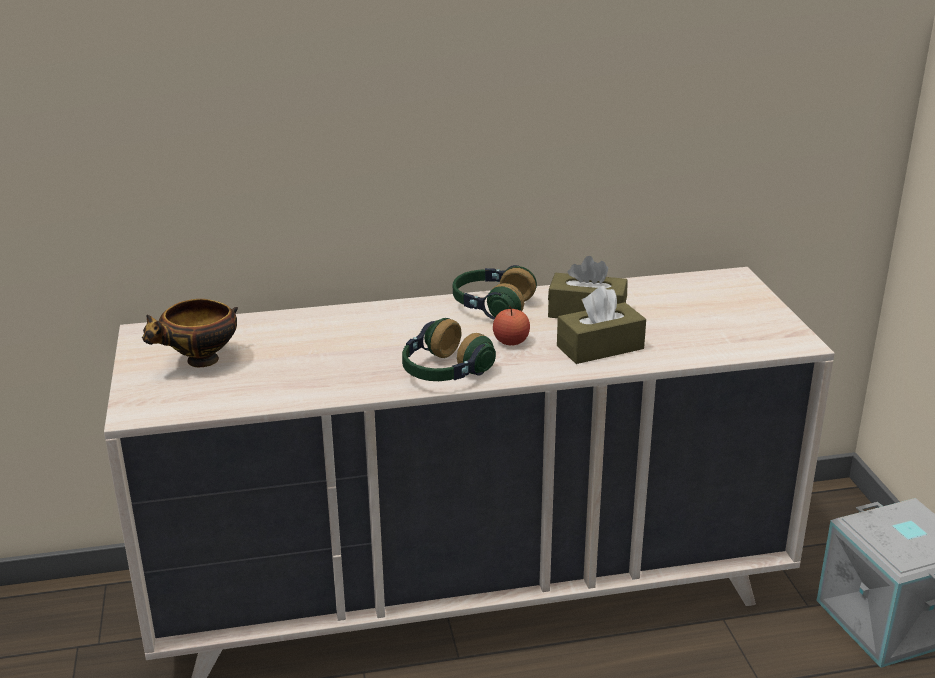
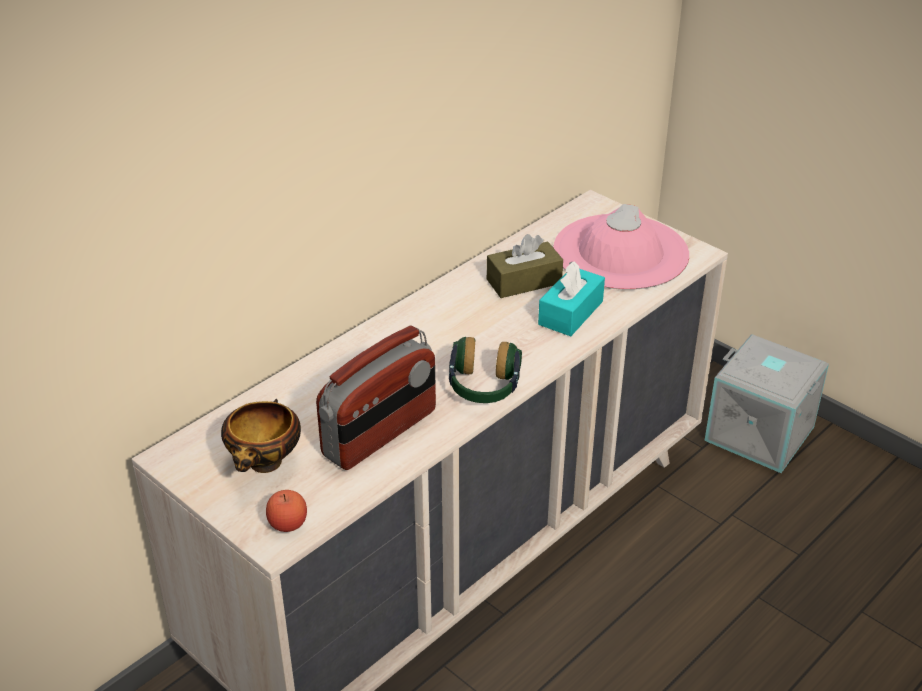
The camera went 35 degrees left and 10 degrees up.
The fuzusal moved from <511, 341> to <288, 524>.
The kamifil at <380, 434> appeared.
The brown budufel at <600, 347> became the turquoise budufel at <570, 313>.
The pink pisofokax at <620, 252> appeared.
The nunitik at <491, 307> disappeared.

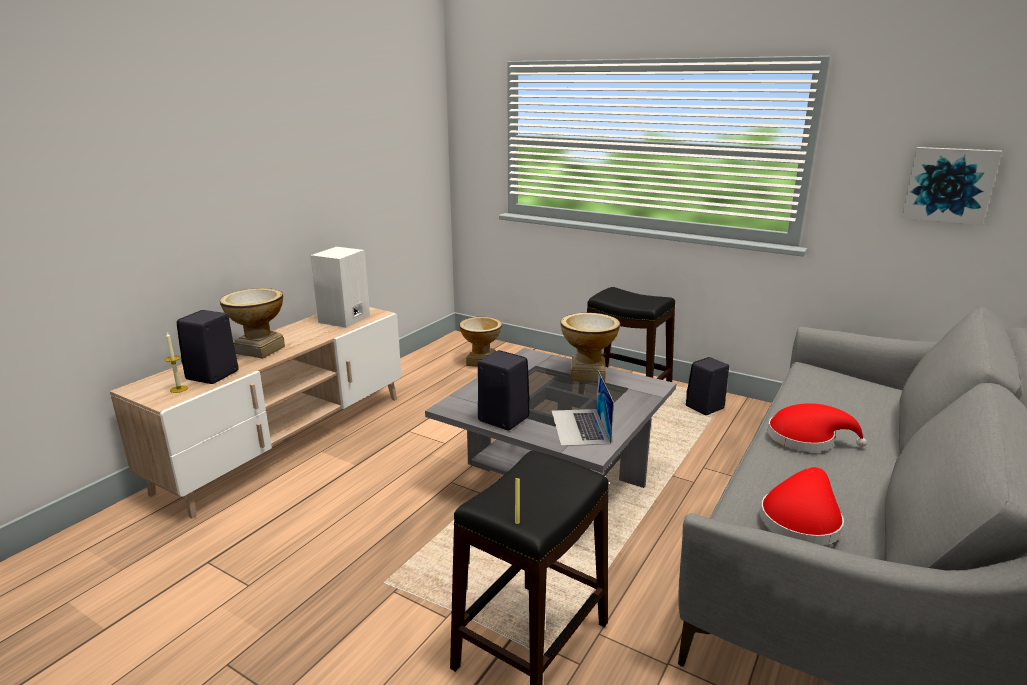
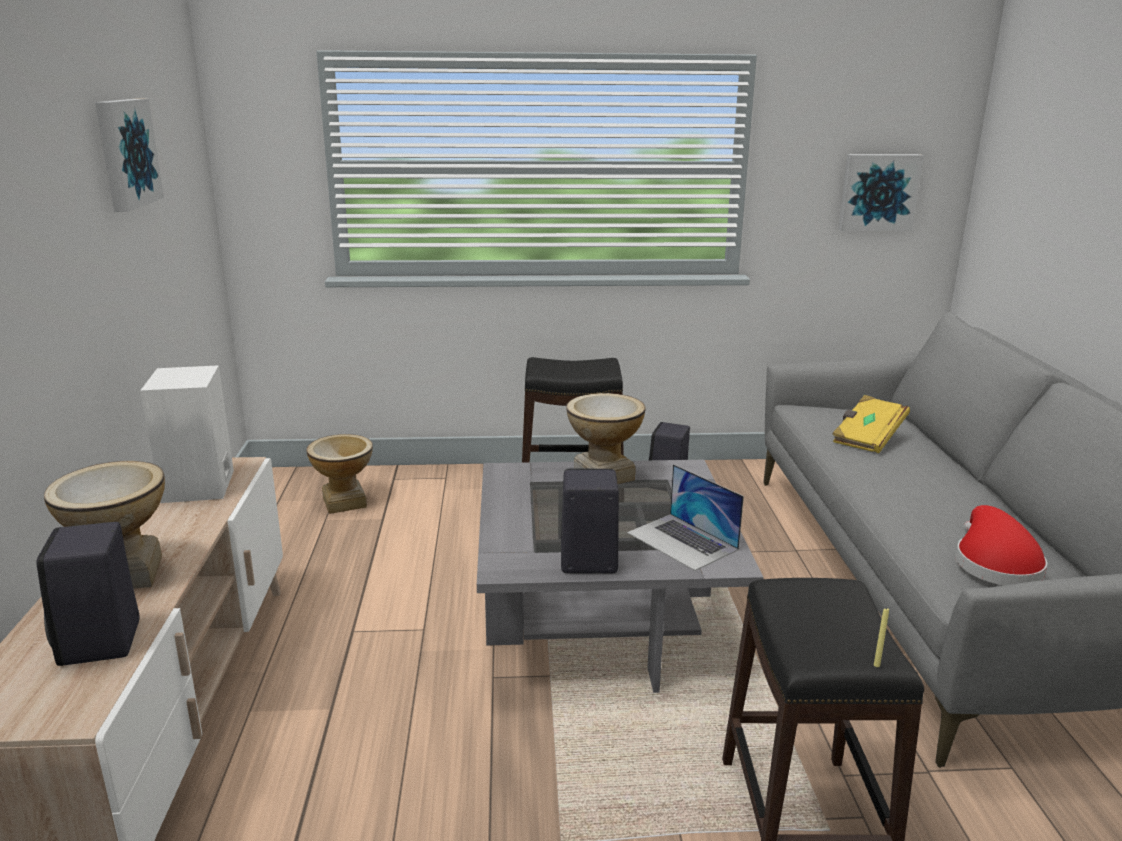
The camera went 35 degrees left and 0 degrees up.
The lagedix at <125, 153> appeared.
The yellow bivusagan at <867, 438> appeared.
The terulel at <179, 389> disappeared.
The red pisofokax at <806, 439> disappeared.

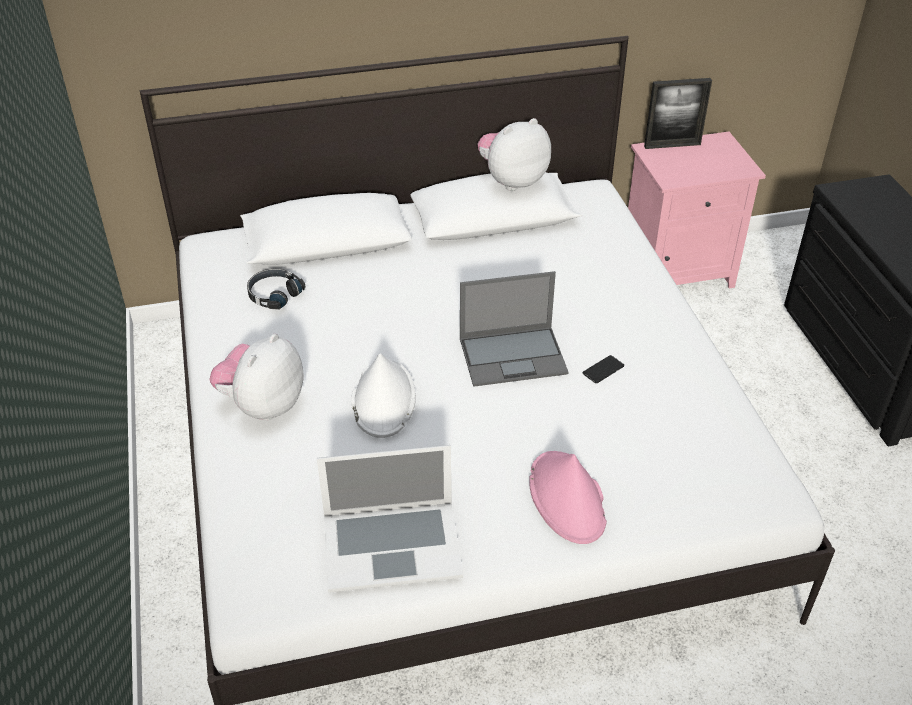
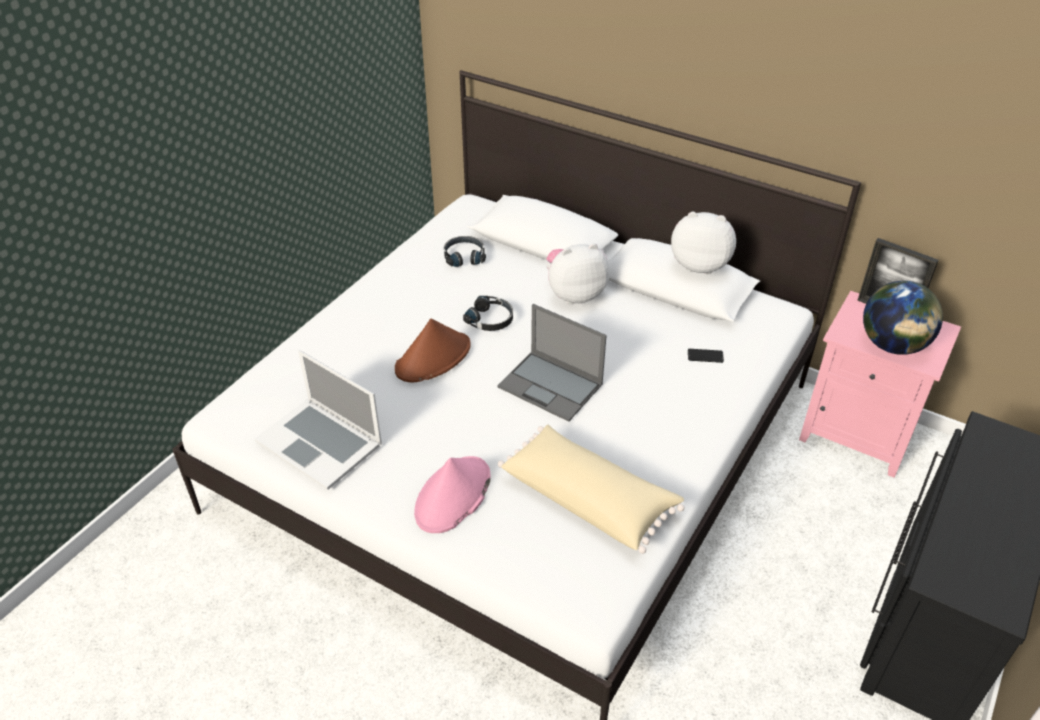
The camera went 45 degrees right and 0 degrees up.
The white pisofokax at <383, 399> became the brown pisofokax at <433, 358>.
The black nunitik at <490, 319> appeared.
The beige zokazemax at <589, 498> appeared.
The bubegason moved from <263, 405> to <574, 294>.
The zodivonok moved from <603, 370> to <705, 356>.
The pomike at <893, 345> appeared.

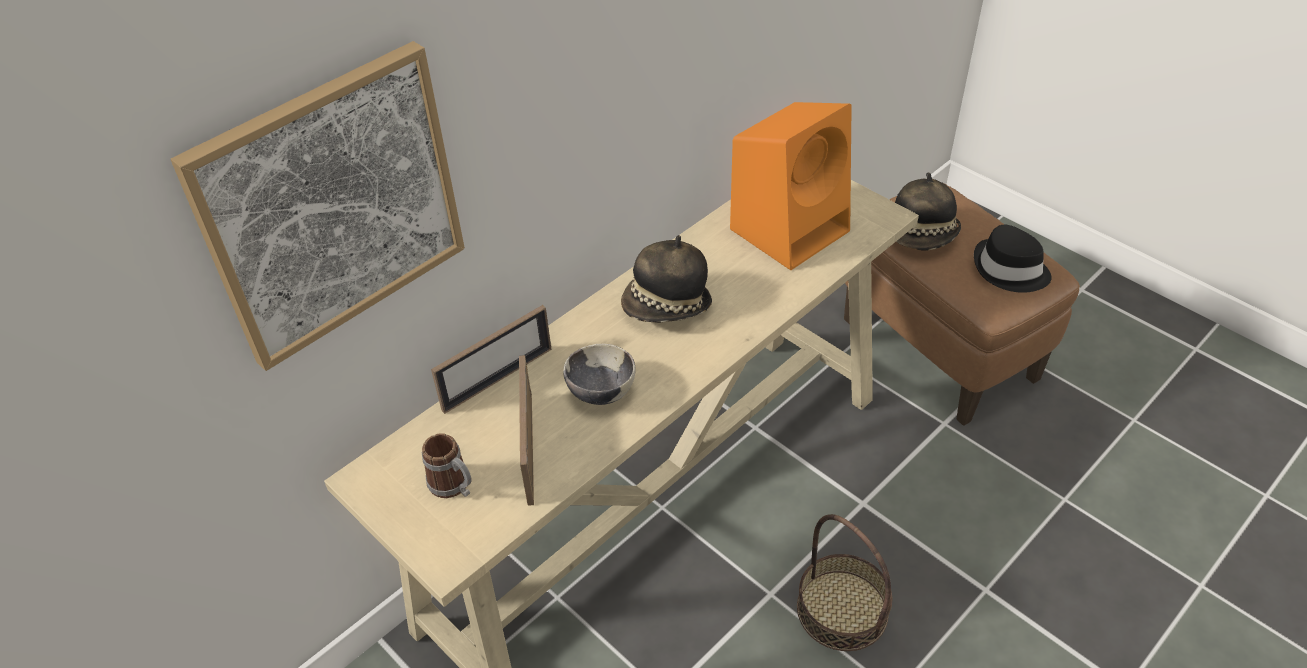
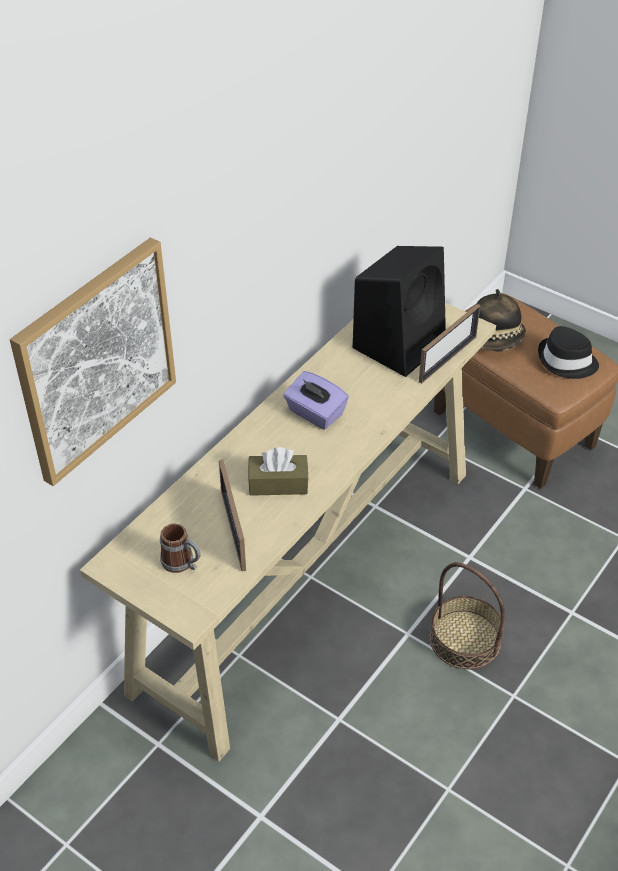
The camera went 10 degrees left and 0 degrees up.
The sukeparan at <601, 392> was replaced by the brown budufel at <278, 483>.
The pisofokax at <667, 307> was replaced by the purple budufel at <315, 413>.
The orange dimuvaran at <791, 228> became the black dimuvaran at <400, 343>.
The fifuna moved from <497, 379> to <447, 359>.

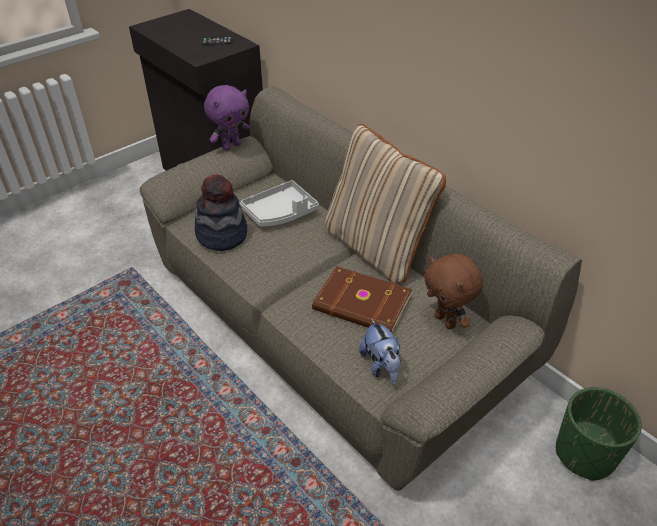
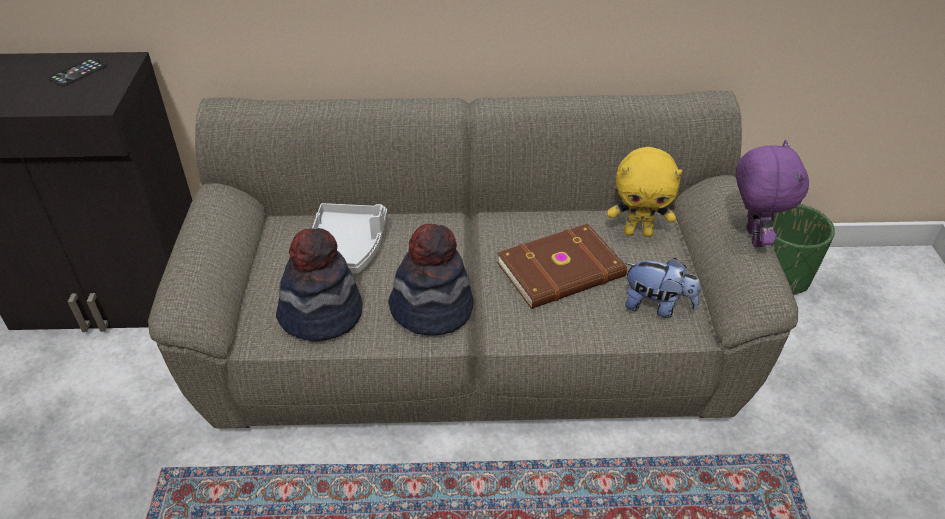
The camera went 50 degrees left and 0 degrees up.
The pisofokax at <432, 309> appeared.
The brown bubegason at <446, 321> became the yellow bubegason at <638, 232>.
The purple bubegason moved from <231, 146> to <752, 237>.
The beige zokazemax at <377, 247> disappeared.

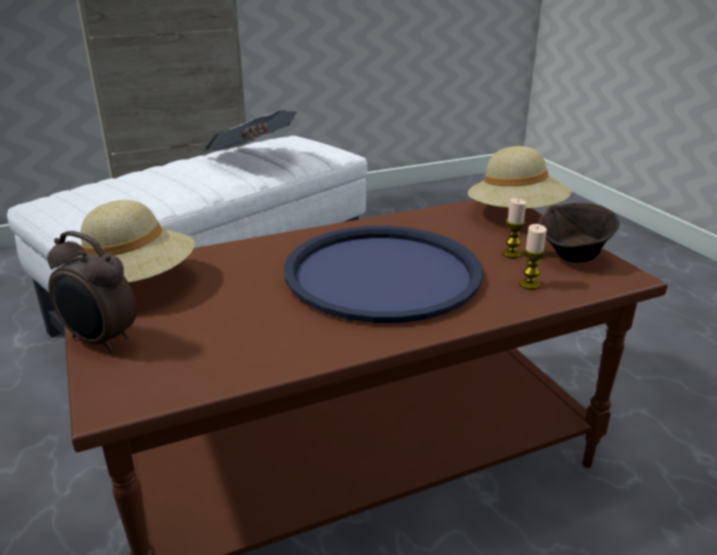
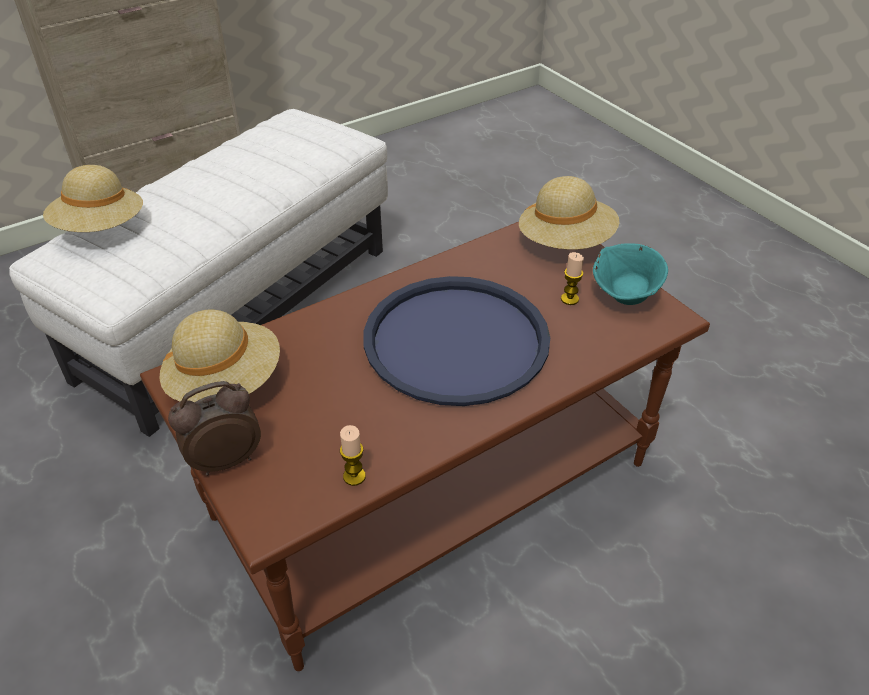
The camera went 10 degrees left and 15 degrees up.
The beige pisofokax at <100, 228> appeared.
The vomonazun at <100, 341> turned 135 degrees clockwise.
The terulel moved from <529, 284> to <354, 476>.
The brown sukeparan at <573, 256> became the turquoise sukeparan at <625, 296>.
The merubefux at <251, 157> disappeared.

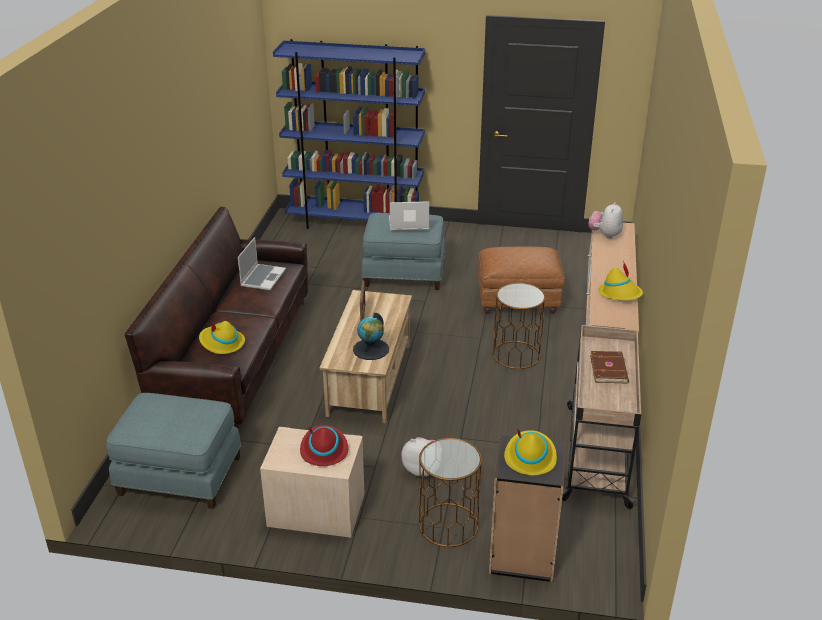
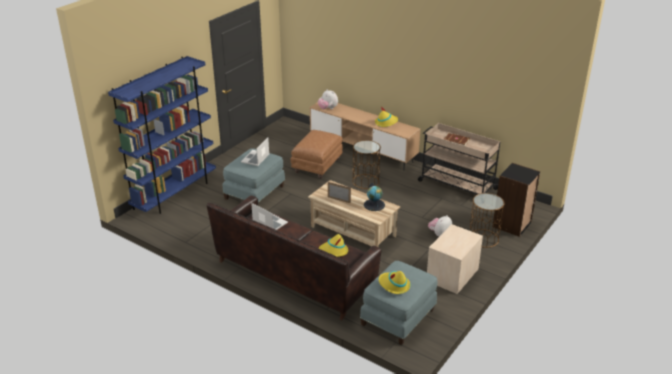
The camera went 65 degrees left and 0 degrees up.
The yellow pisofokax moved from <530, 457> to <394, 285>.
The red pisofokax at <323, 449> disappeared.

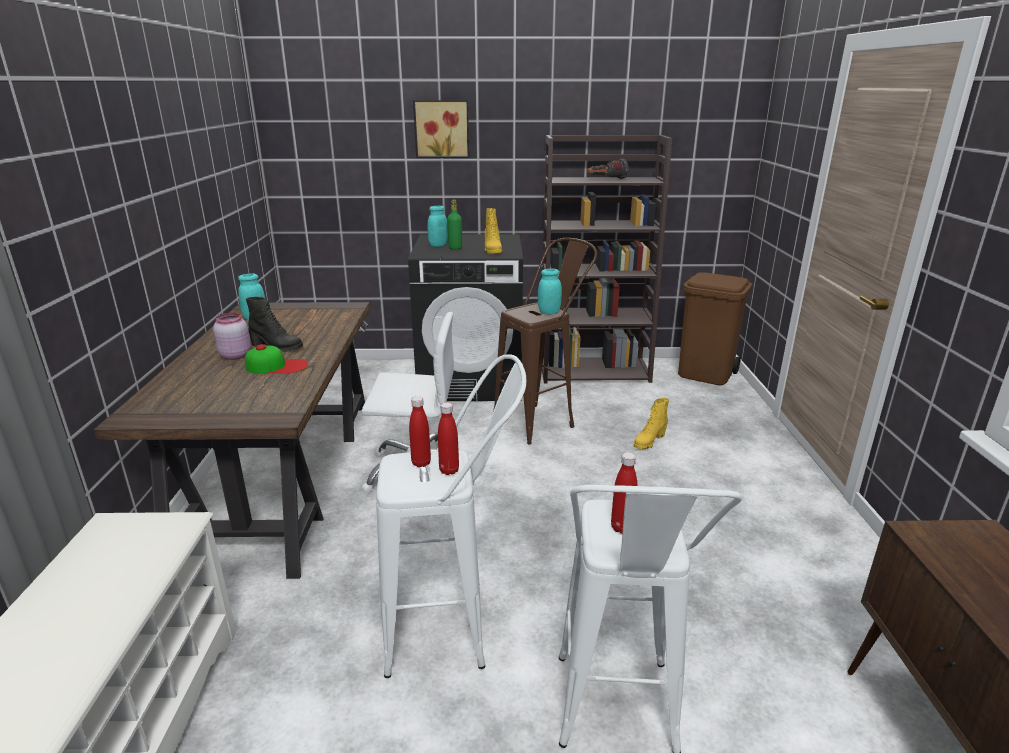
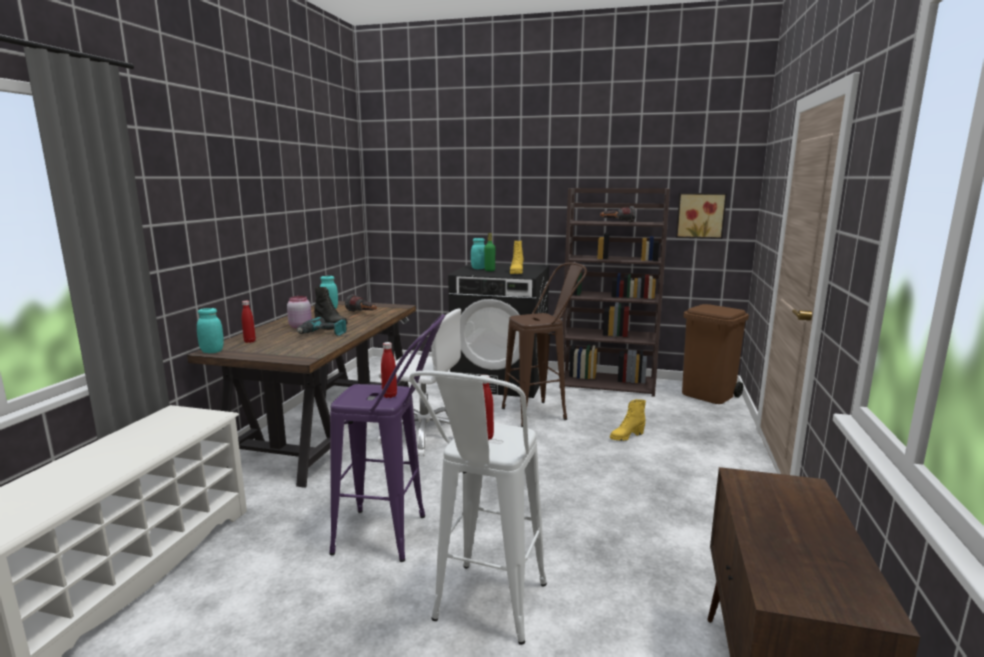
The camera went 15 degrees right and 10 degrees down.
The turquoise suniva moved from <549, 312> to <212, 351>.
The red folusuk moved from <421, 463> to <250, 341>.
The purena at <277, 366> was replaced by the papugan at <322, 334>.
The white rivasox at <454, 631> became the purple rivasox at <395, 536>.
The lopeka at <363, 313> appeared.
The lagedix moved from <442, 129> to <700, 215>.

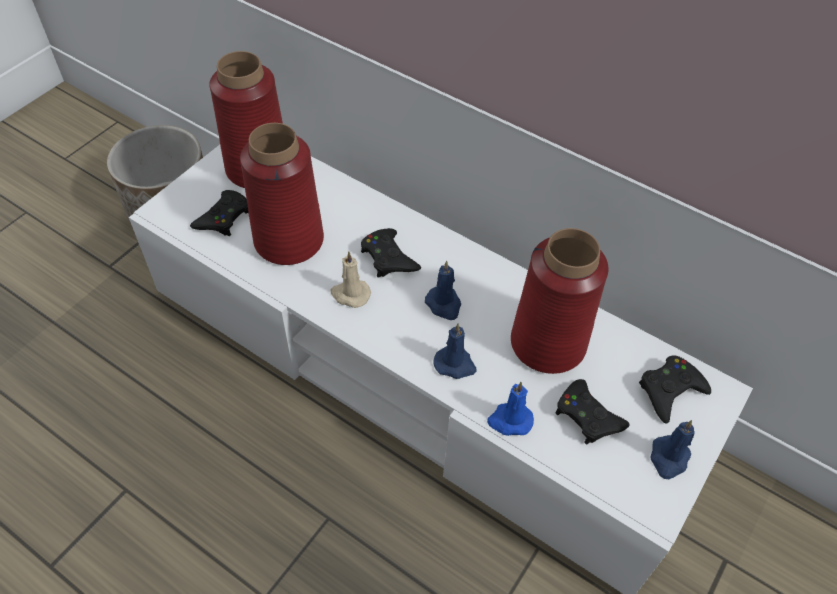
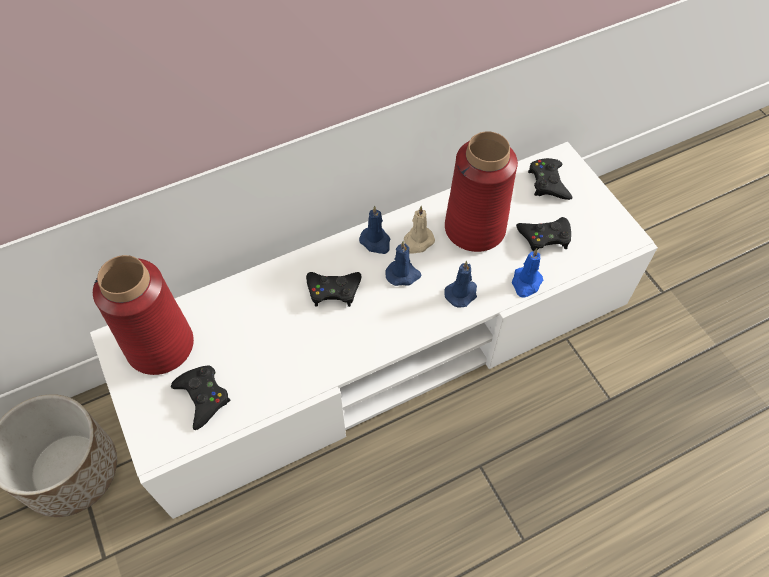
The camera went 60 degrees left and 5 degrees up.
The blue terulel moved from <668, 458> to <376, 242>.
The beige terulel moved from <350, 294> to <417, 242>.
The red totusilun at <289, 240> disappeared.

